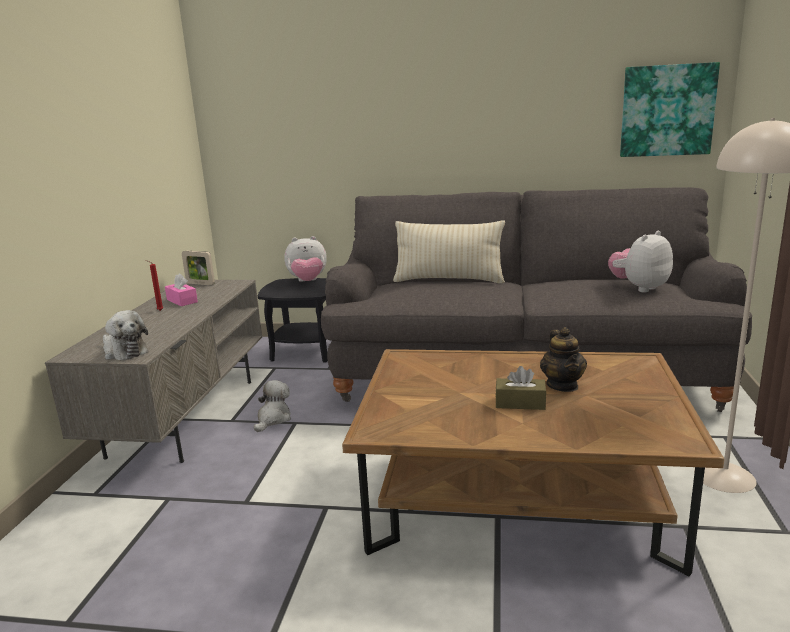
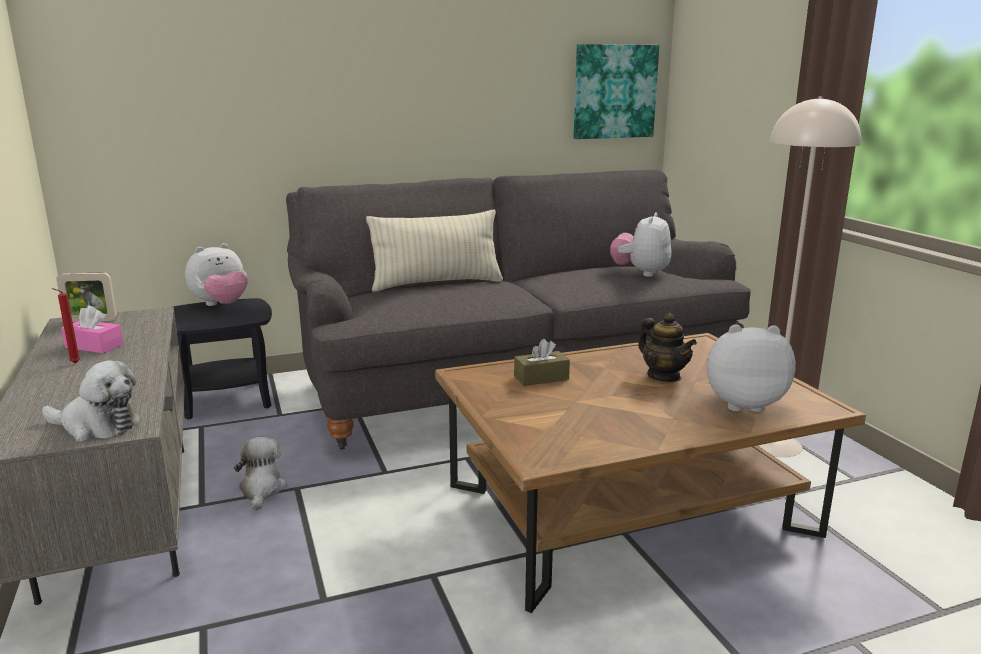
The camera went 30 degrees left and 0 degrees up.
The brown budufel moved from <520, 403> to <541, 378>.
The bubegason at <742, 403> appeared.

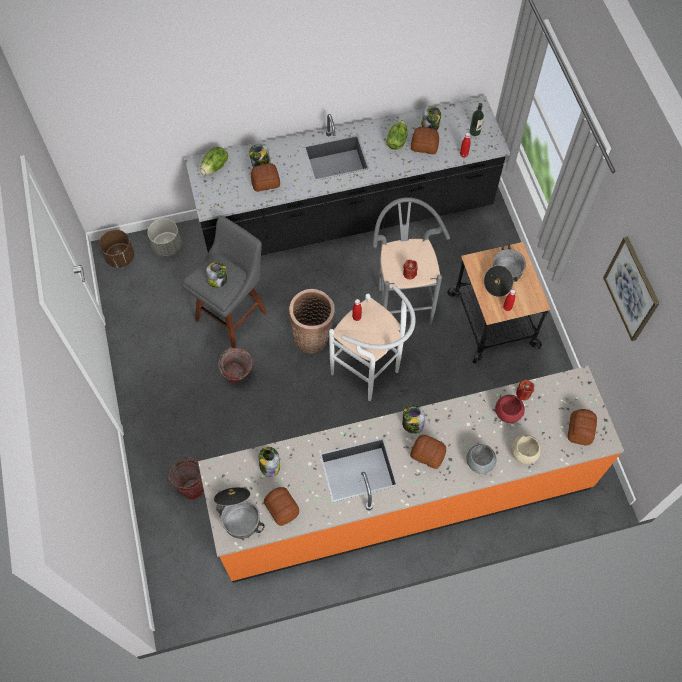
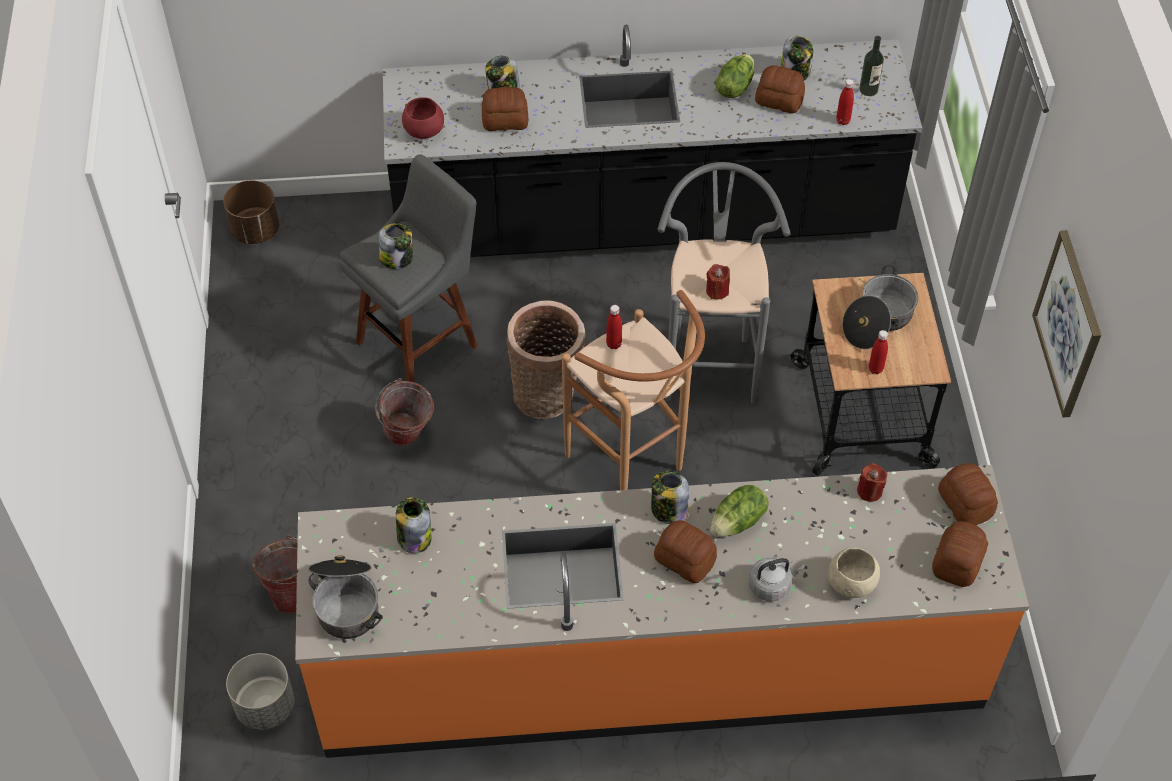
The camera went 10 degrees right and 10 degrees down.
The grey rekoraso moved from <167, 246> to <265, 707>.
The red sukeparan moved from <507, 413> to <423, 131>.
The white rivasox at <370, 375> became the brown rivasox at <633, 468>.
The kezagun moved from <215, 167> to <738, 522>.
The grey sukeparan at <479, 462> was replaced by the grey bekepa at <771, 586>.
The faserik moved from <282, 507> to <965, 503>.

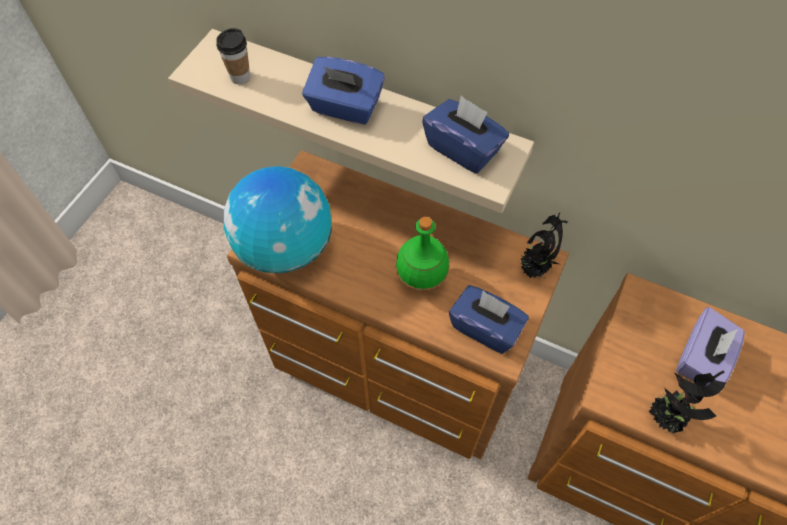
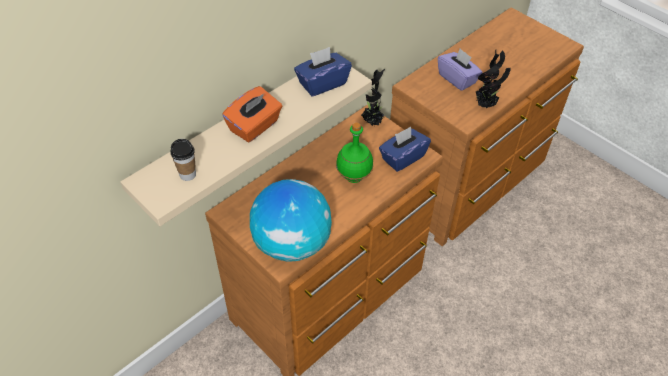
The camera went 70 degrees left and 10 degrees down.
The blue budufel at <345, 107> became the orange budufel at <254, 126>.

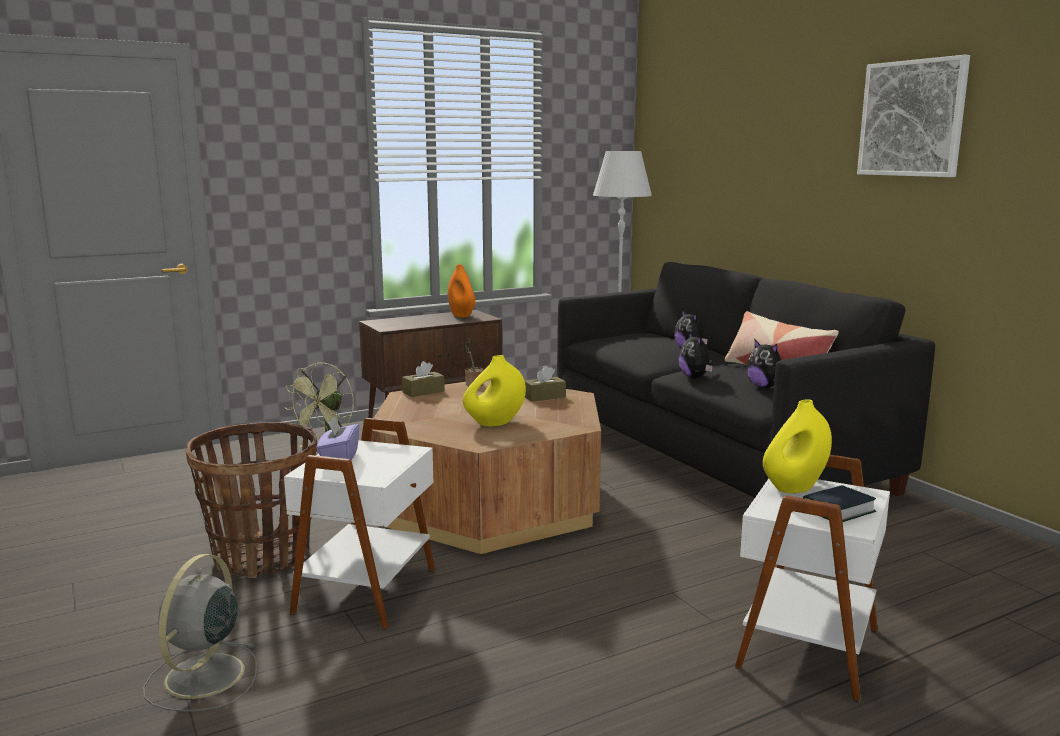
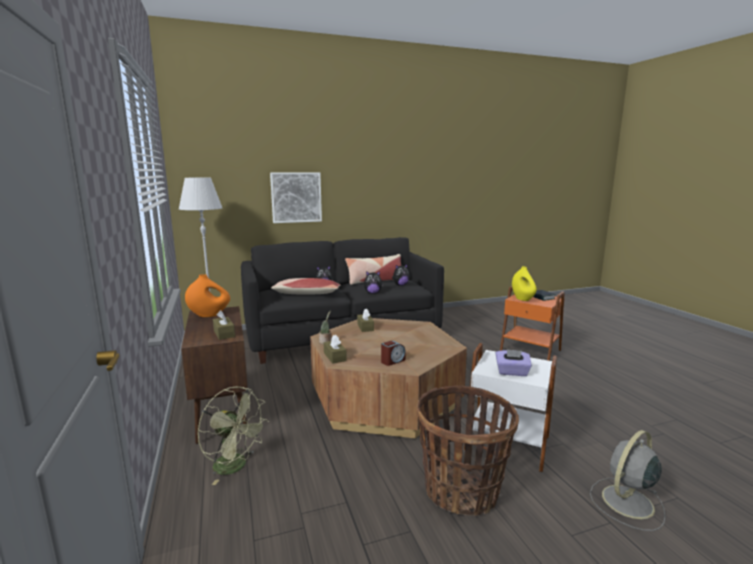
The camera went 80 degrees left and 0 degrees up.
The brown budufel at <224, 333> appeared.
The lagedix moved from <912, 118> to <296, 197>.
The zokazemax at <306, 294> appeared.
The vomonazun at <392, 361> appeared.
The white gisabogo at <804, 647> became the orange gisabogo at <530, 351>.
The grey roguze at <202, 678> turned 120 degrees clockwise.
The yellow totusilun at <495, 423> disappeared.

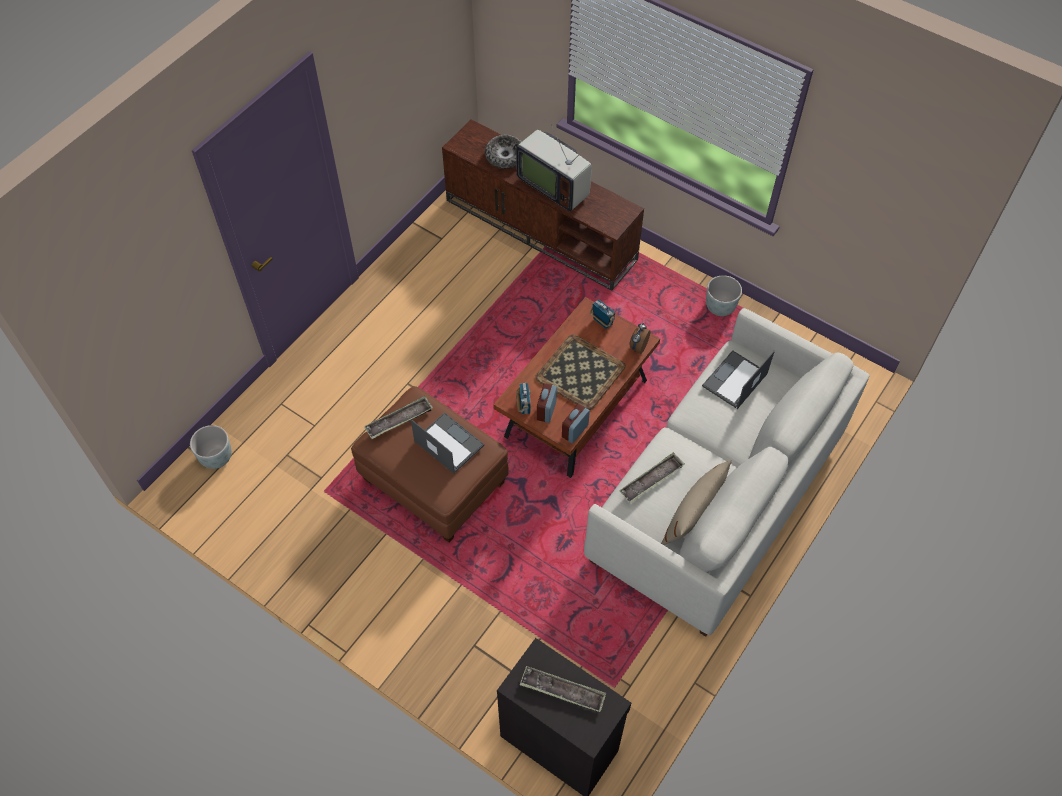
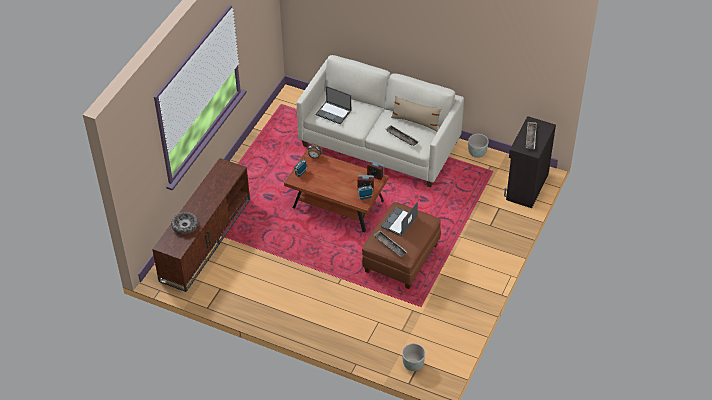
The camera went 100 degrees left and 10 degrees down.
The grey rekoraso moved from <720, 308> to <477, 153>.
The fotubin at <554, 185> disappeared.
The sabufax at <579, 372> disappeared.

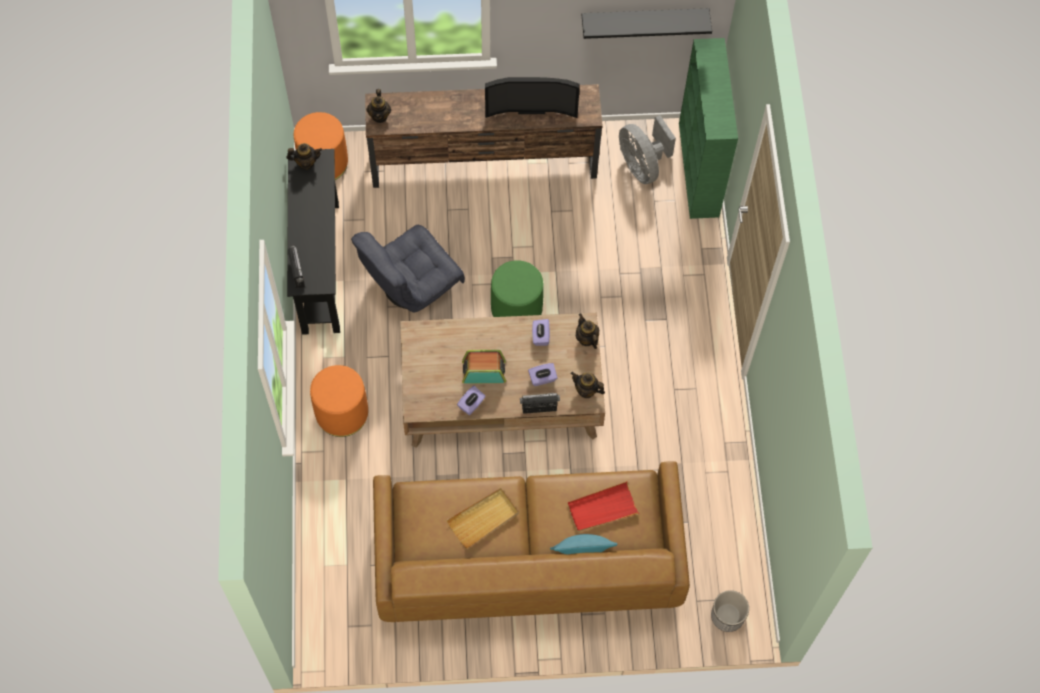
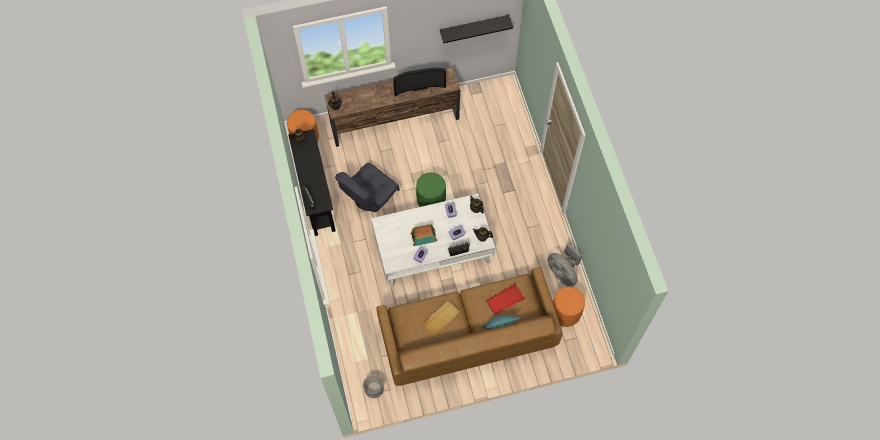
The camera went 10 degrees left and 0 degrees up.
The rekoraso moved from <727, 616> to <374, 389>.
The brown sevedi at <500, 393> became the white sevedi at <432, 247>.
The grey roguze moved from <642, 165> to <562, 273>.
The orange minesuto moved from <342, 413> to <565, 312>.
The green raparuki at <699, 170> disappeared.

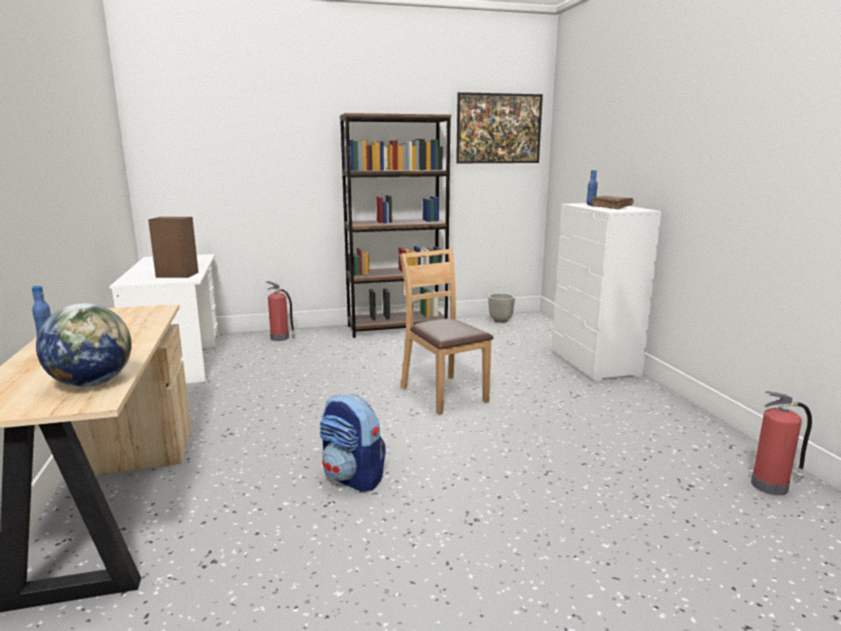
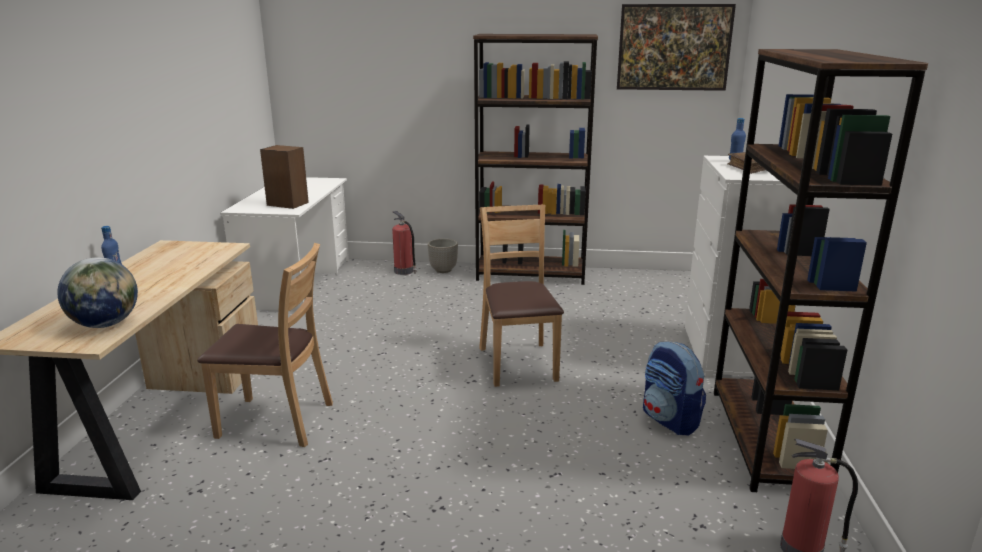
The camera went 20 degrees right and 5 degrees up.
The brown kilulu at <277, 421> appeared.
The rekoraso moved from <500, 320> to <443, 270>.
The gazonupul moved from <353, 478> to <670, 420>.
The brown raparuki at <766, 439> appeared.

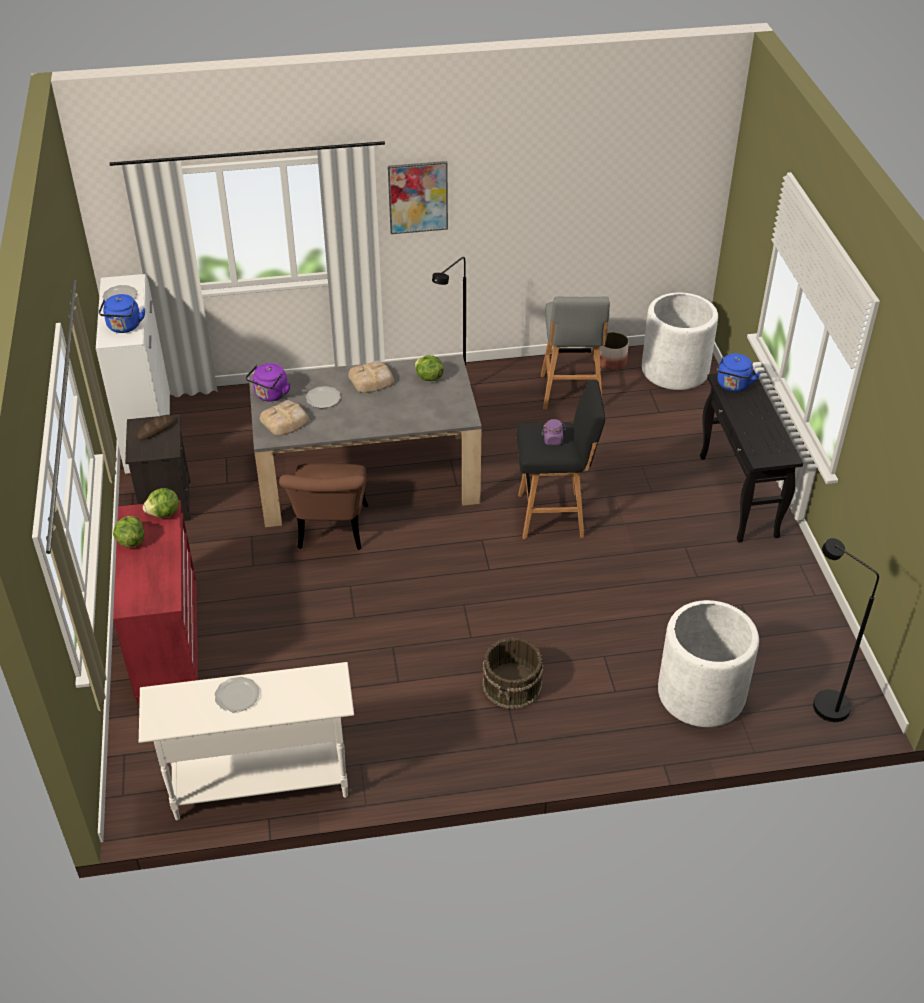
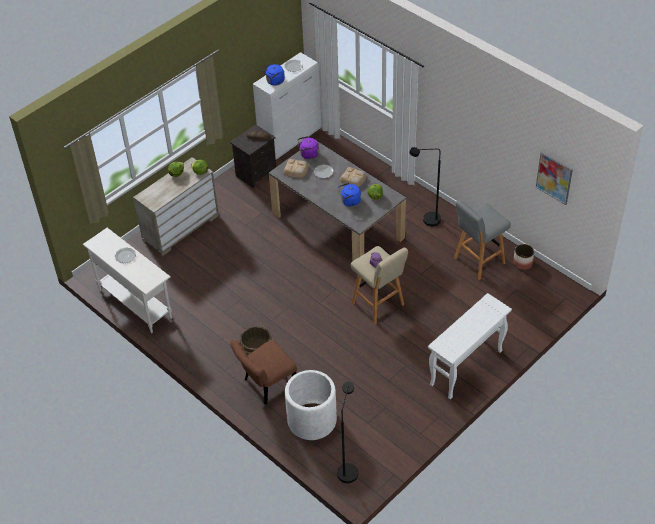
The camera went 55 degrees right and 5 degrees up.
The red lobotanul at <167, 641> became the beige lobotanul at <180, 227>.
The brown kilulu moved from <331, 533> to <266, 385>.
The blue bekepa moved from <733, 385> to <349, 202>.
The black rivasox at <554, 515> became the beige rivasox at <379, 305>.
The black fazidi at <739, 497> became the white fazidi at <466, 368>.
The lagedix moved from <418, 197> to <554, 178>.
The white rekoraso at <674, 370> disappeared.

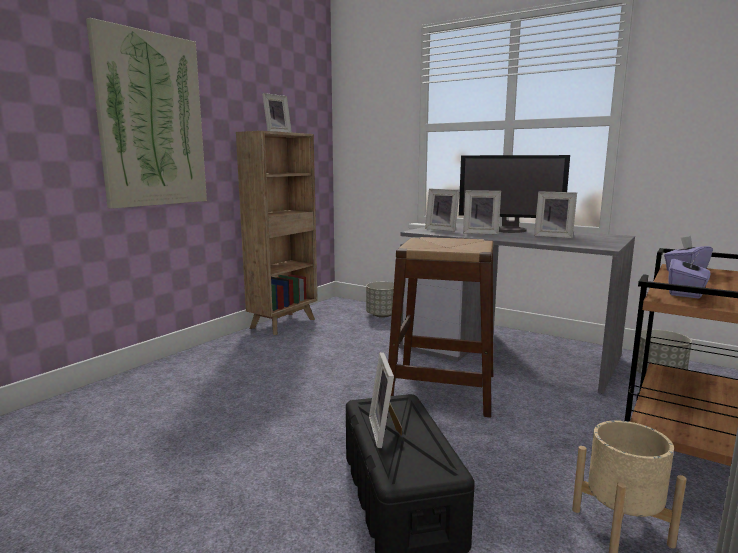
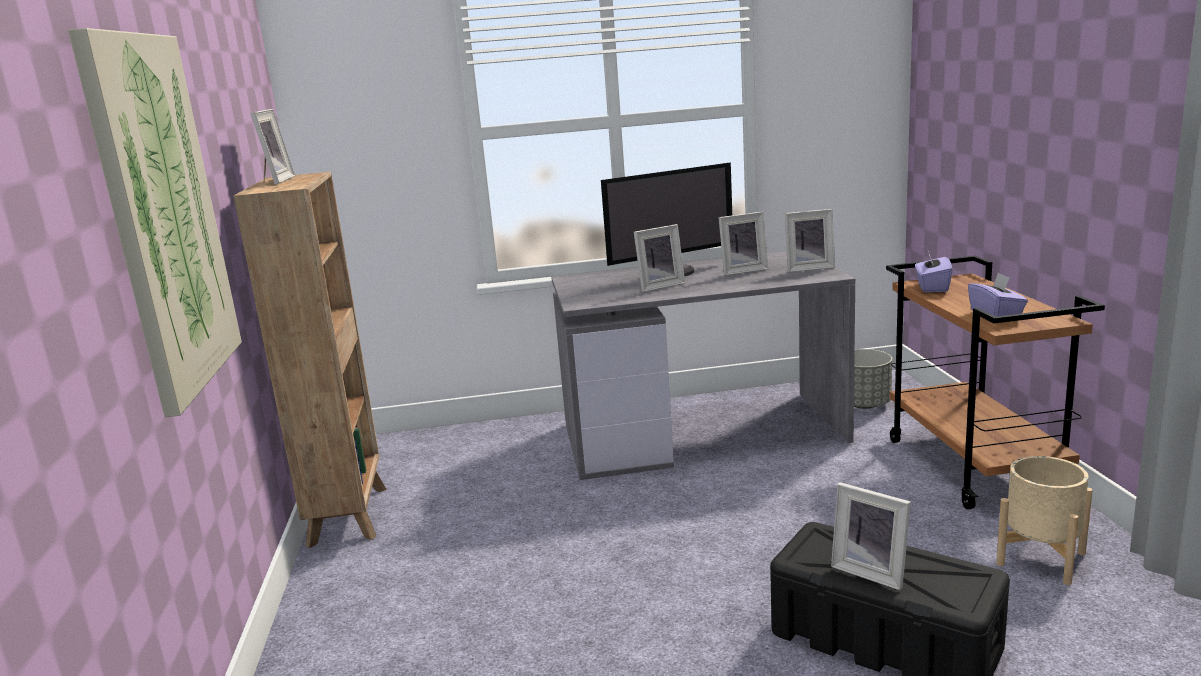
The camera went 40 degrees left and 5 degrees up.
The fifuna moved from <442, 229> to <808, 268>.
The grey rekoraso at <382, 315> disappeared.
The brown rivasox at <442, 388> disappeared.

